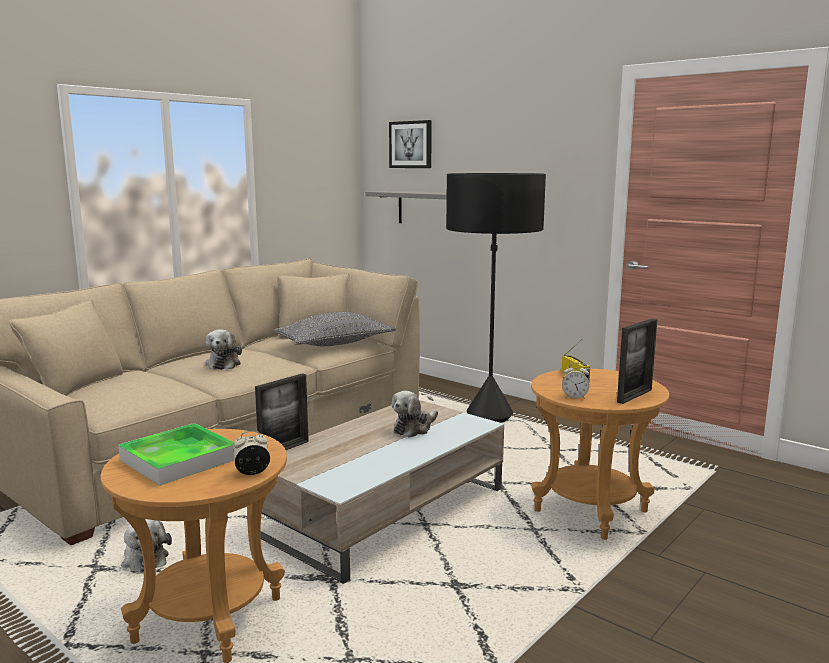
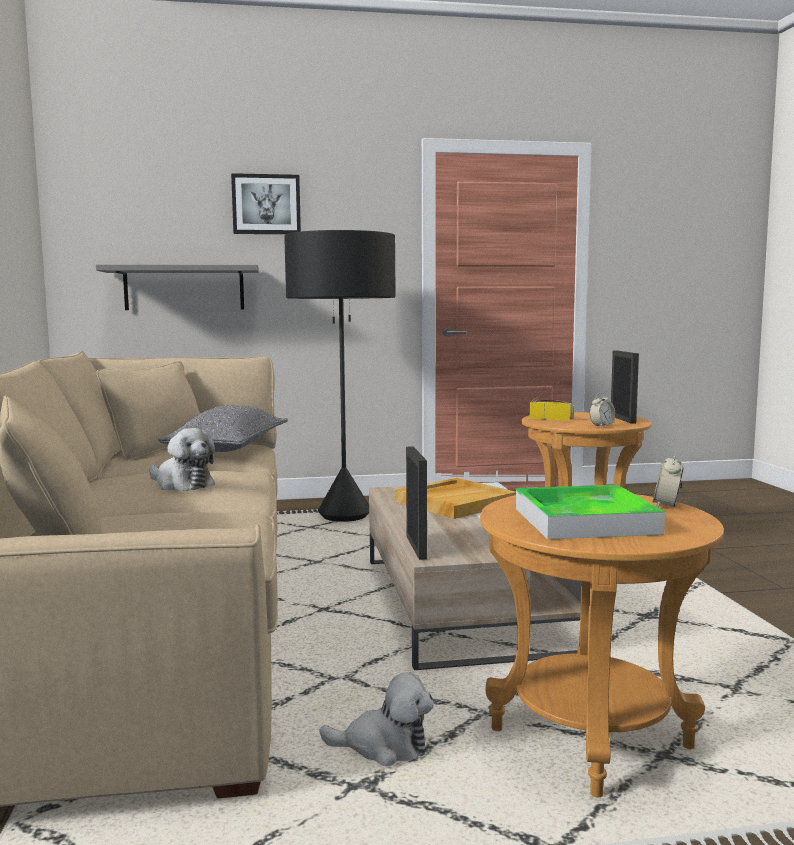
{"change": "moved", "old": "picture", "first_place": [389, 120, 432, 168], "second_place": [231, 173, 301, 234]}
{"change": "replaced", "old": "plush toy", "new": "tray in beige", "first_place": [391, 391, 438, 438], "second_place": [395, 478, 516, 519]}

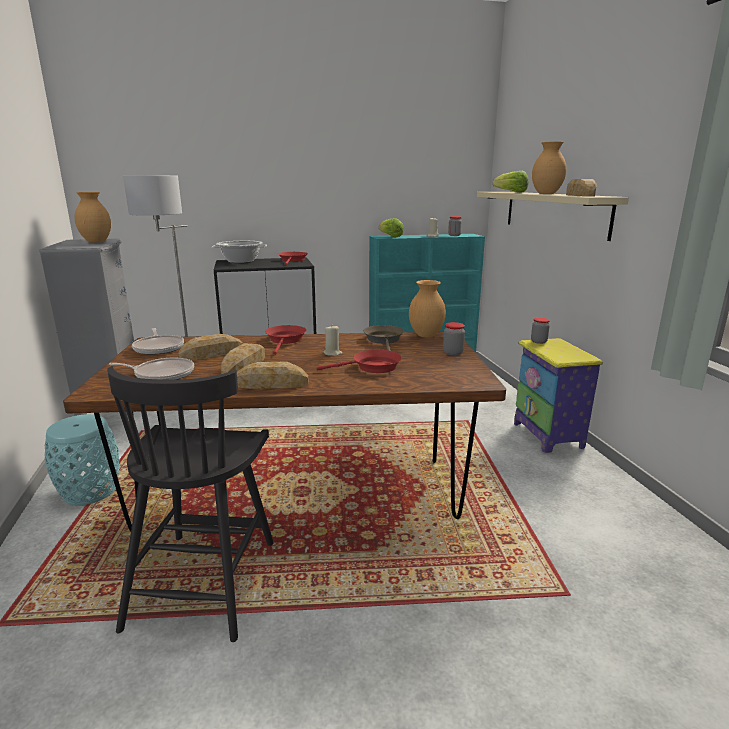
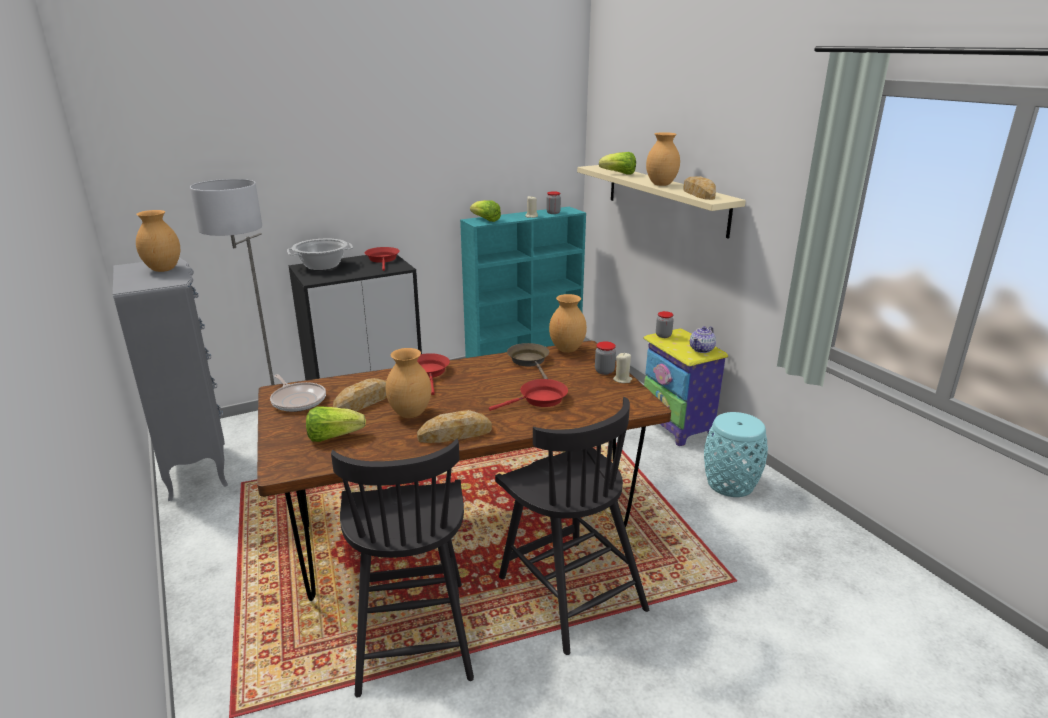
{"change": "moved", "old": "candle in beige", "first_place": [324, 326, 342, 356], "second_place": [613, 353, 632, 383]}
{"change": "replaced", "old": "bread", "new": "vase in brown", "first_place": [221, 343, 265, 374], "second_place": [386, 348, 431, 418]}
{"change": "replaced", "old": "frying pan", "new": "lettuce", "first_place": [109, 358, 194, 380], "second_place": [306, 406, 366, 442]}
{"change": "moved", "old": "stool in turquoise", "first_place": [45, 414, 119, 506], "second_place": [704, 412, 768, 497]}
{"change": "added", "new": "teapot", "second_place": [690, 326, 716, 353]}
{"change": "added", "new": "chair in black", "second_place": [495, 397, 649, 655]}

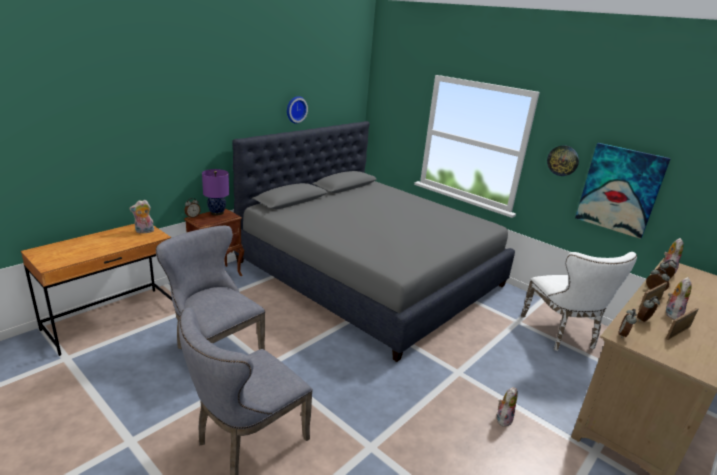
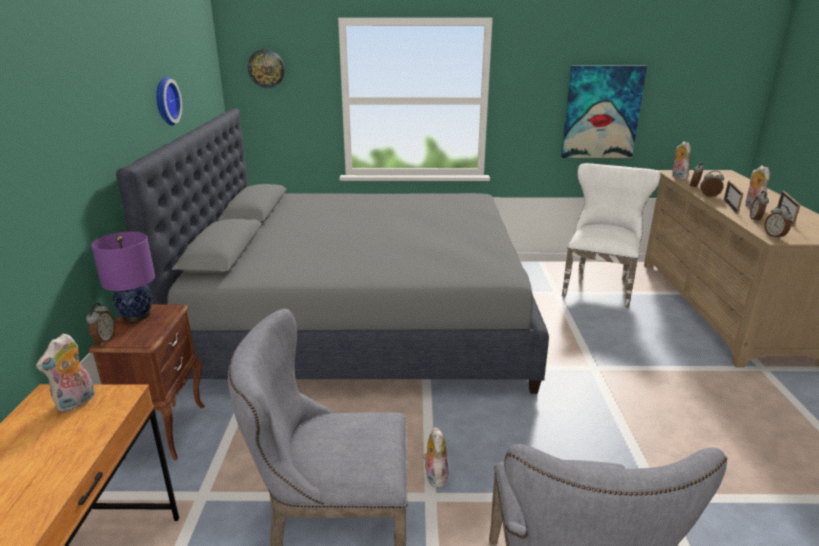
{"change": "moved", "old": "wall clock", "first_place": [547, 145, 579, 176], "second_place": [248, 49, 285, 88]}
{"change": "turned", "old": "chair in white", "first_place": [521, 252, 637, 351], "second_place": [562, 163, 661, 308], "degrees": -105}
{"change": "moved", "old": "plush toy", "first_place": [497, 387, 518, 427], "second_place": [422, 427, 448, 488]}

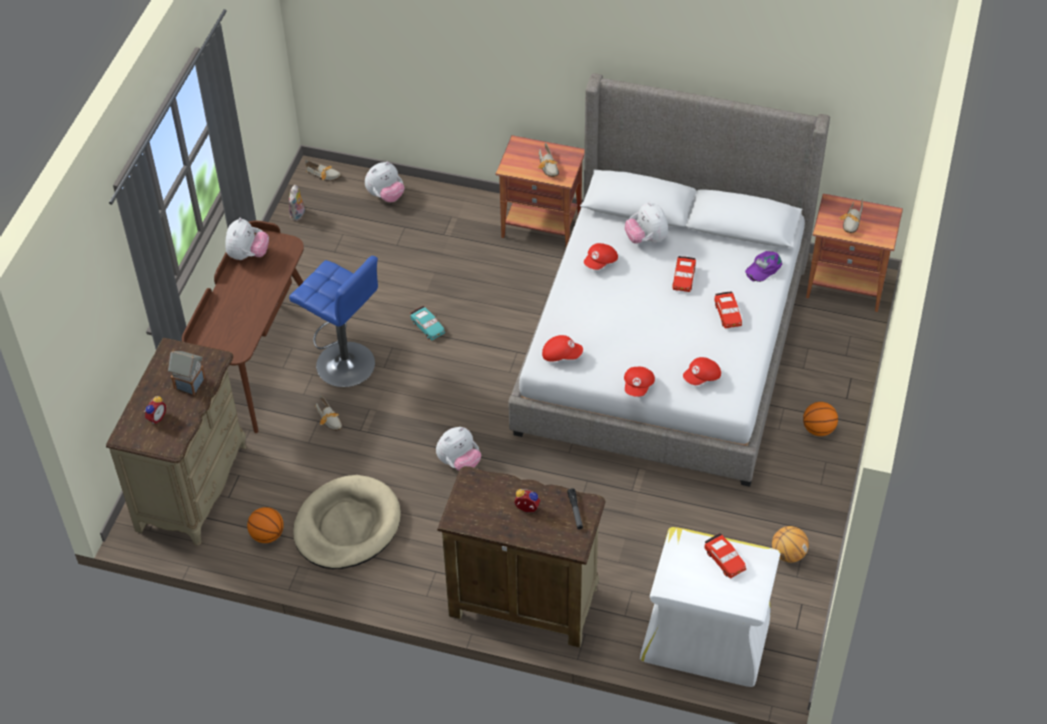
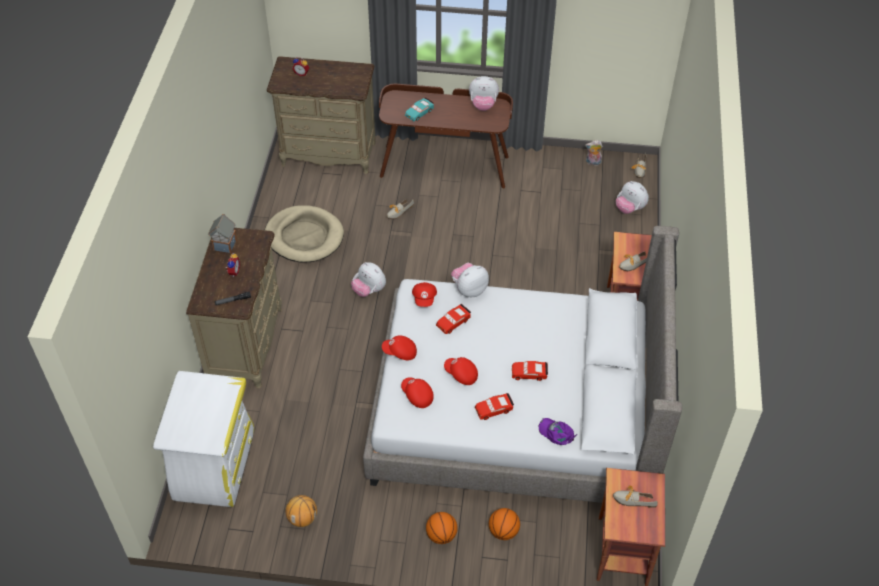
{"change": "moved", "old": "plush toy", "first_place": [625, 202, 668, 244], "second_place": [451, 263, 489, 297]}
{"change": "moved", "old": "cap in red", "first_place": [584, 243, 618, 270], "second_place": [444, 357, 478, 385]}
{"change": "removed", "old": "stool in blue", "first_place": [289, 256, 378, 387]}
{"change": "moved", "old": "toy car in turquoise", "first_place": [410, 306, 445, 340], "second_place": [405, 97, 434, 121]}
{"change": "moved", "old": "toy house", "first_place": [168, 349, 205, 395], "second_place": [208, 214, 237, 253]}
{"change": "moved", "old": "basketball", "first_place": [247, 507, 284, 543], "second_place": [489, 508, 520, 540]}
{"change": "moved", "old": "toy car in red", "first_place": [705, 533, 746, 579], "second_place": [436, 304, 471, 334]}

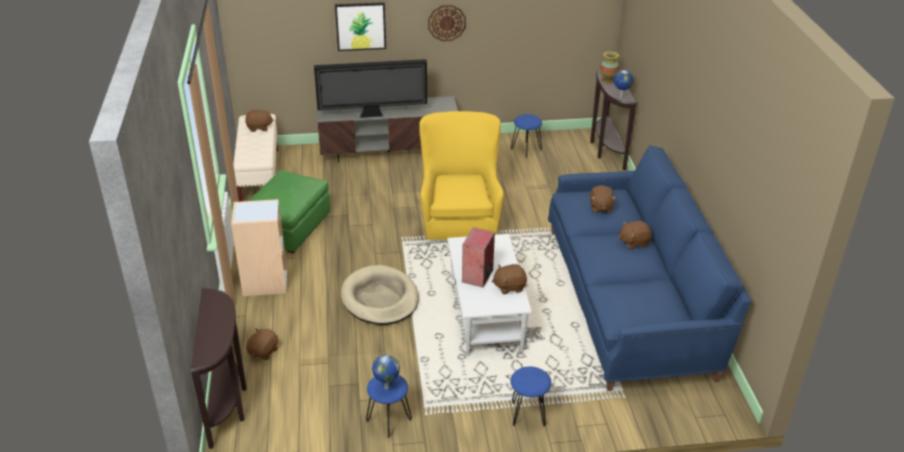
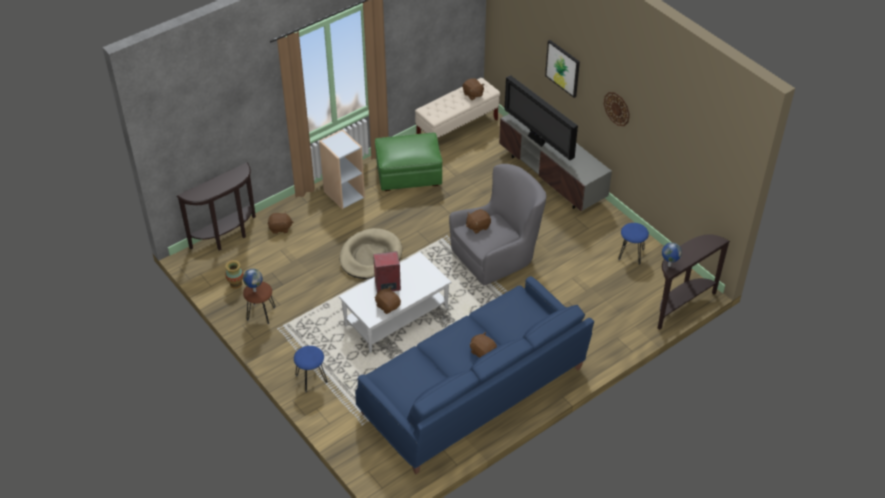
{"change": "moved", "old": "vase", "first_place": [600, 51, 619, 83], "second_place": [225, 260, 244, 289]}
{"change": "recoloured", "old": "armchair in yellow", "new": "armchair in grey", "first_place": [419, 111, 504, 240], "second_place": [449, 164, 546, 285]}
{"change": "moved", "old": "plush toy in brown", "first_place": [590, 185, 616, 213], "second_place": [466, 209, 491, 233]}
{"change": "recoloured", "old": "stool in blue", "new": "stool in brown", "first_place": [366, 375, 412, 438], "second_place": [243, 282, 276, 324]}

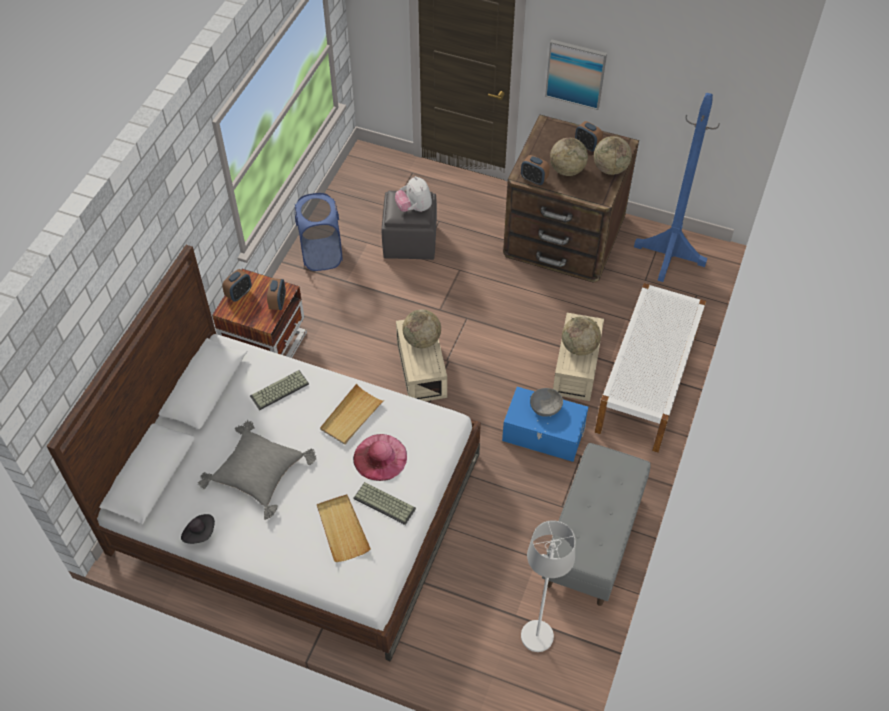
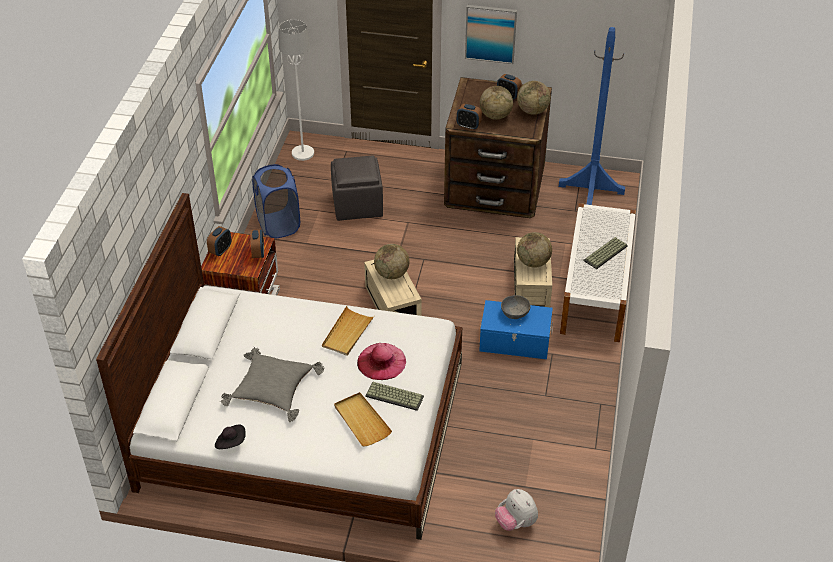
{"change": "moved", "old": "plush toy", "first_place": [395, 176, 432, 212], "second_place": [495, 489, 538, 531]}
{"change": "moved", "old": "keyboard", "first_place": [250, 370, 309, 410], "second_place": [583, 237, 628, 269]}
{"change": "removed", "old": "bench in grey", "first_place": [542, 443, 651, 606]}
{"change": "moved", "old": "floor lamp in white", "first_place": [521, 520, 575, 652], "second_place": [279, 19, 314, 161]}

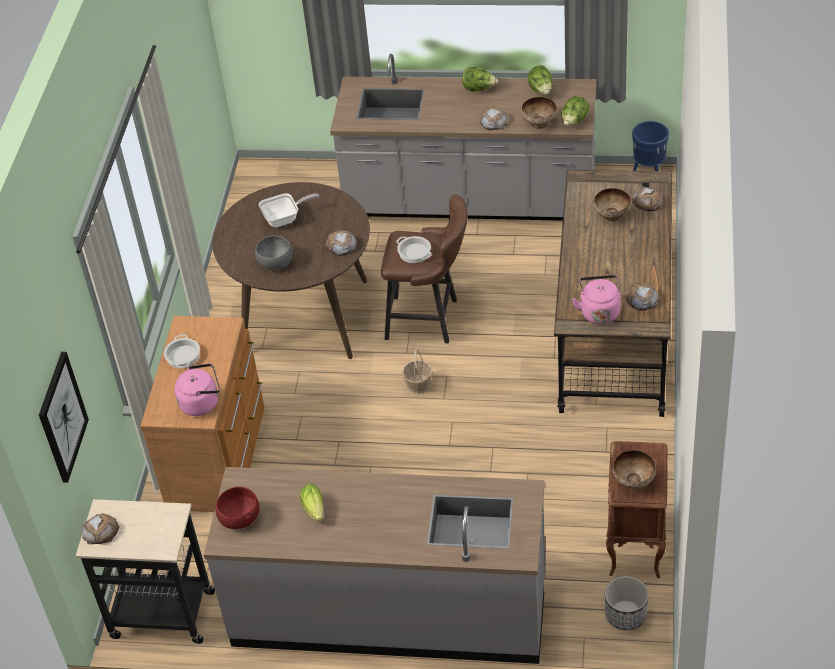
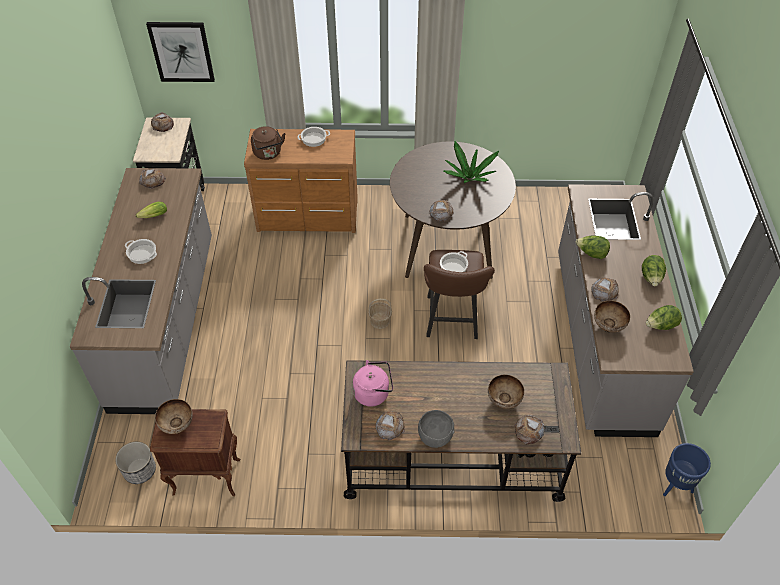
{"change": "moved", "old": "lettuce", "first_place": [561, 96, 589, 126], "second_place": [576, 236, 610, 259]}
{"change": "replaced", "old": "frying pan", "new": "potted plant", "first_place": [259, 193, 319, 227], "second_place": [443, 141, 499, 183]}
{"change": "moved", "old": "bowl in grey", "first_place": [255, 235, 293, 270], "second_place": [418, 410, 455, 448]}
{"change": "recoloured", "old": "kettle in pink", "new": "kettle in brown", "first_place": [174, 363, 220, 416], "second_place": [251, 126, 285, 160]}
{"change": "replaced", "old": "bowl in red", "new": "bread", "first_place": [215, 487, 260, 529], "second_place": [139, 169, 166, 189]}
{"change": "added", "new": "cooking pot", "second_place": [125, 239, 157, 264]}

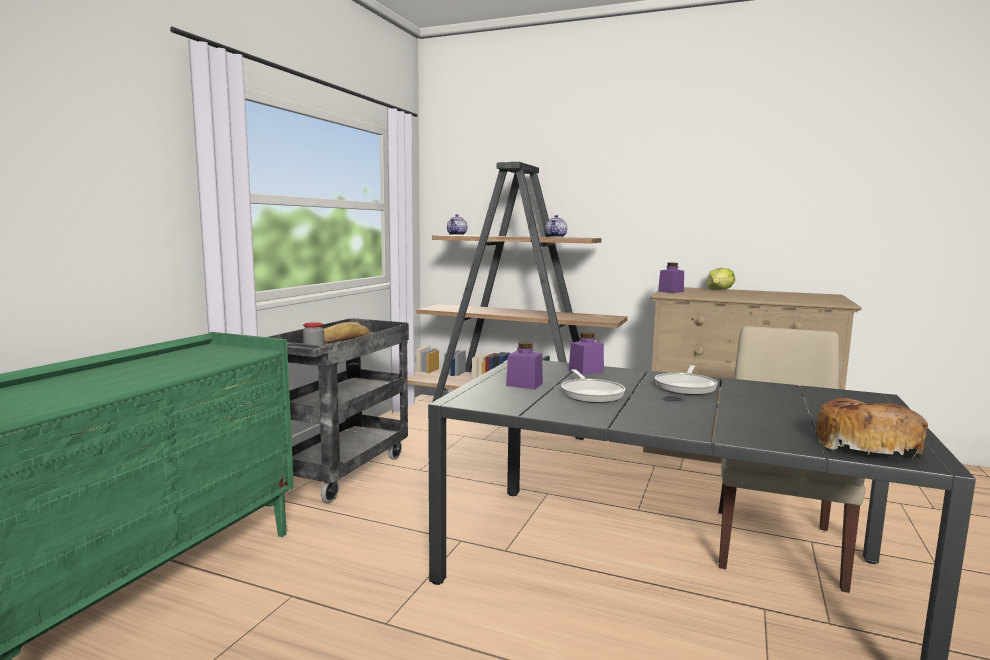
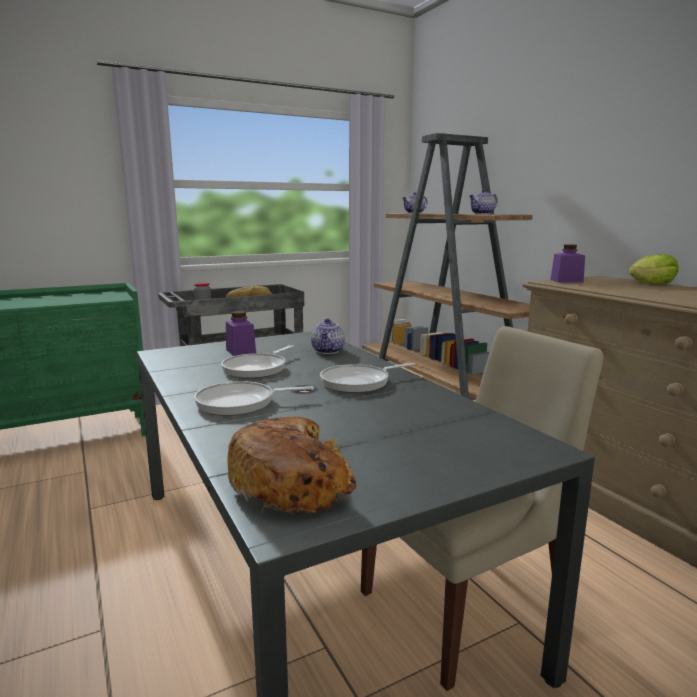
{"change": "replaced", "old": "jar in purple", "new": "teapot", "first_place": [568, 332, 604, 375], "second_place": [311, 318, 345, 354]}
{"change": "added", "new": "frying pan", "second_place": [194, 381, 314, 416]}

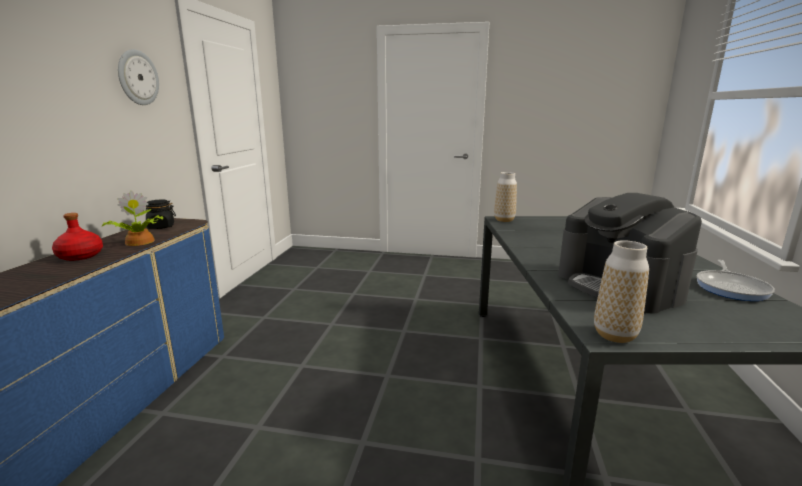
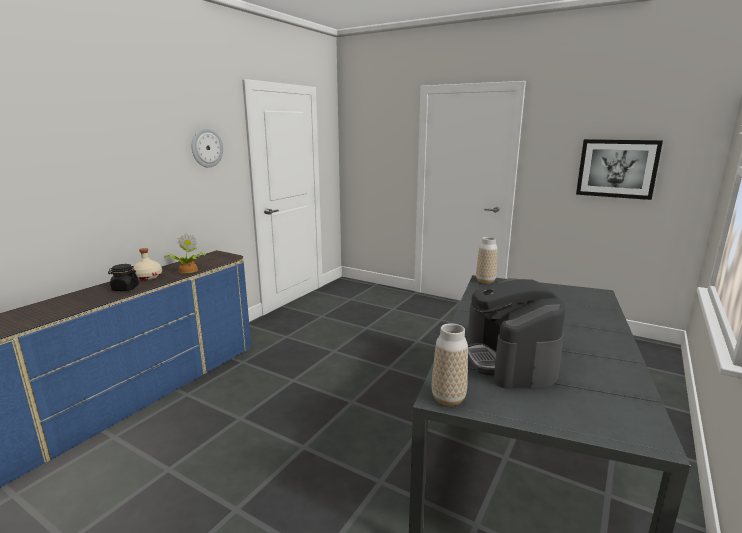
{"change": "moved", "old": "jar in black", "first_place": [145, 199, 176, 229], "second_place": [108, 264, 139, 291]}
{"change": "recoloured", "old": "bottle in red", "new": "bottle in beige", "first_place": [52, 213, 103, 261], "second_place": [132, 248, 162, 280]}
{"change": "removed", "old": "frying pan", "first_place": [696, 260, 775, 301]}
{"change": "added", "new": "picture", "second_place": [576, 139, 663, 200]}

